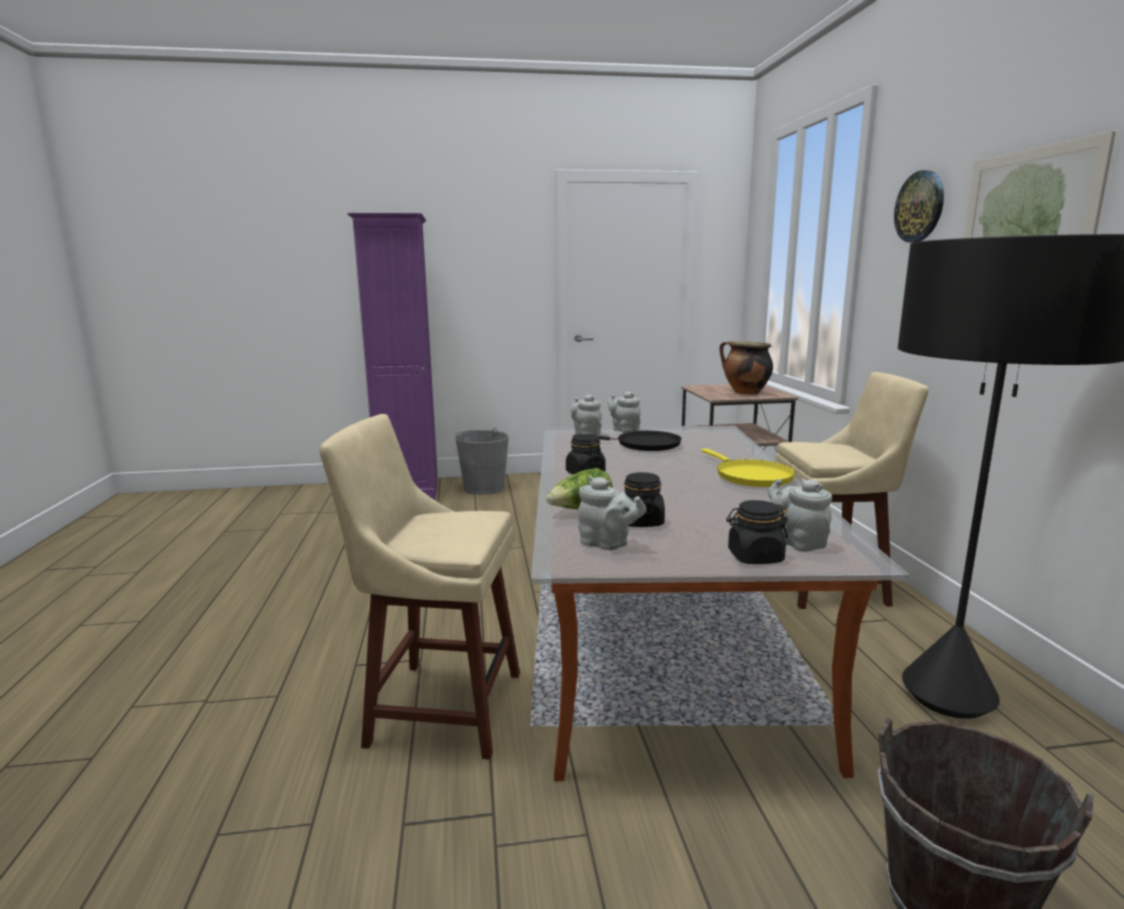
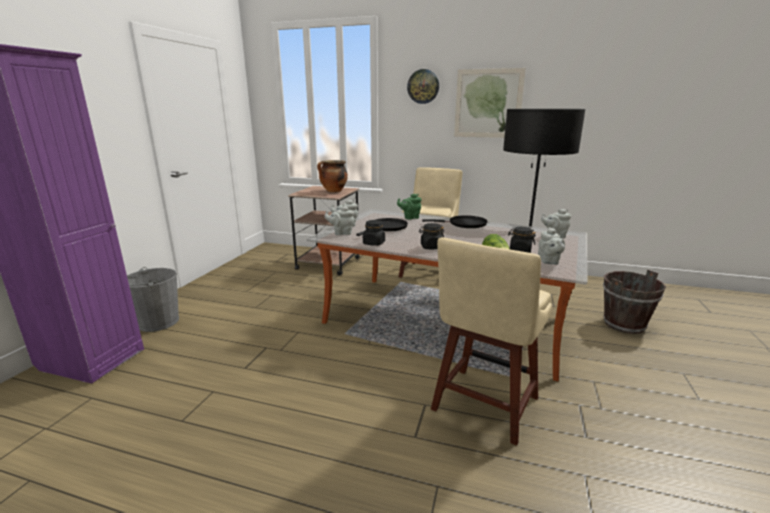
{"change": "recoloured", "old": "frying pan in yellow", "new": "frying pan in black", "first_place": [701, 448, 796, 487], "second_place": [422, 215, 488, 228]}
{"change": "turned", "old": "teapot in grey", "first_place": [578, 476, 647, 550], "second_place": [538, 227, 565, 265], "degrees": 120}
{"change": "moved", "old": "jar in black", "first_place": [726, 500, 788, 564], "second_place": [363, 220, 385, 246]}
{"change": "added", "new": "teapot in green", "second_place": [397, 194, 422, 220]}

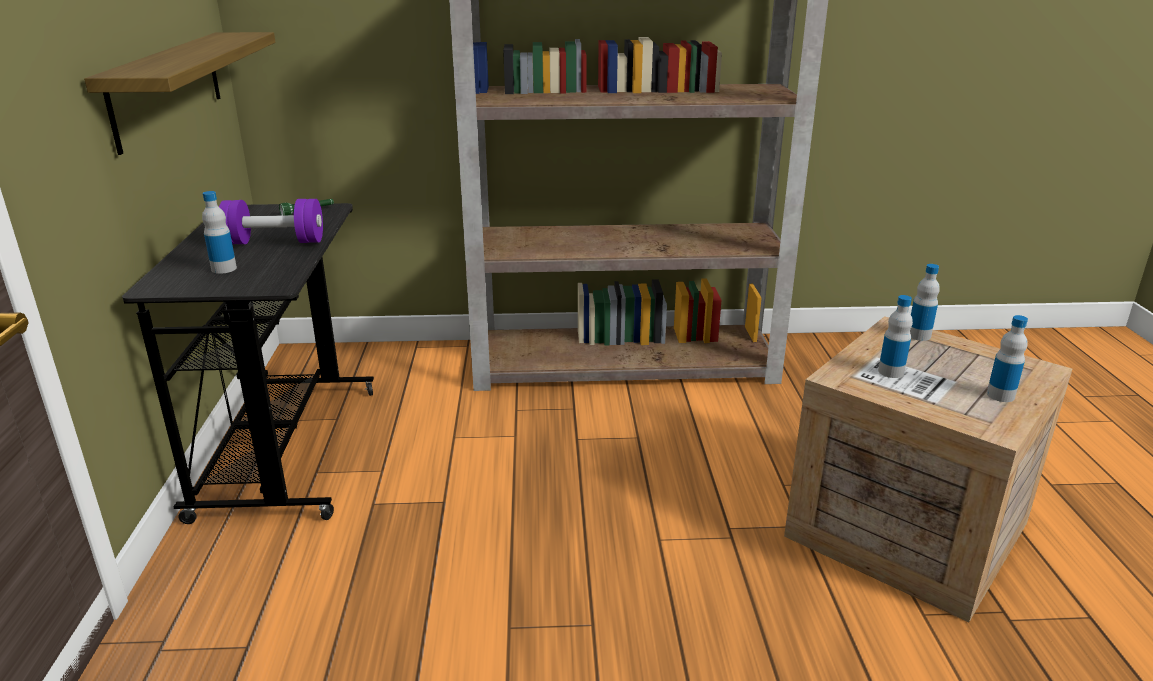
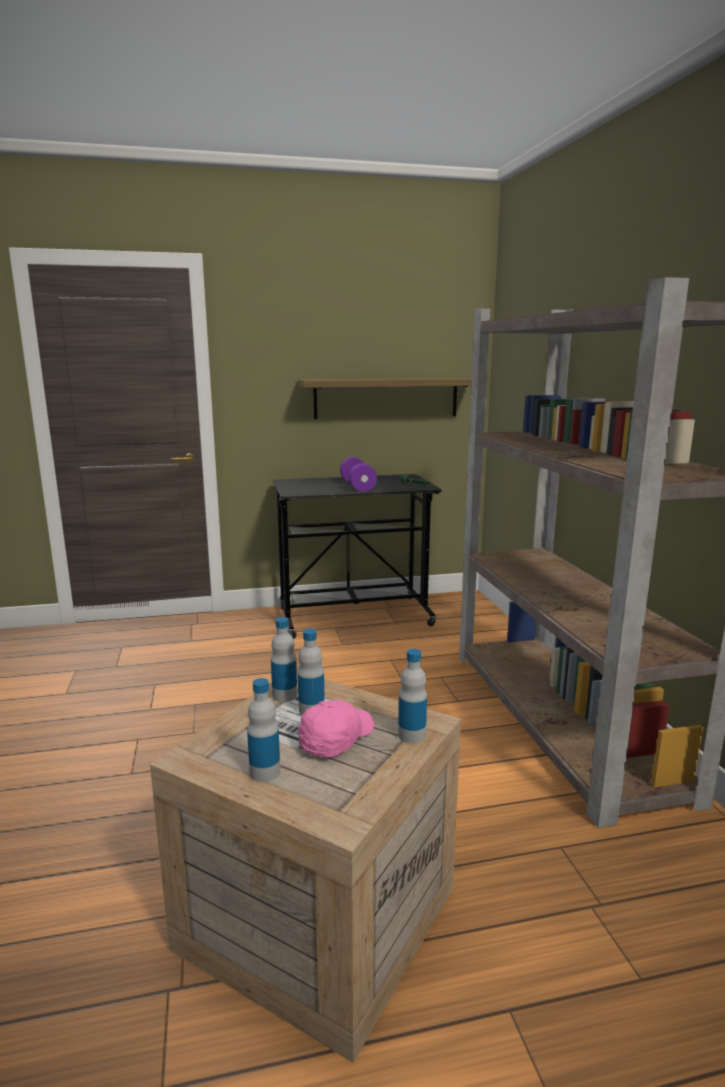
{"change": "moved", "old": "bottle", "first_place": [202, 191, 237, 274], "second_place": [271, 617, 297, 702]}
{"change": "added", "new": "cap in pink", "second_place": [299, 700, 374, 758]}

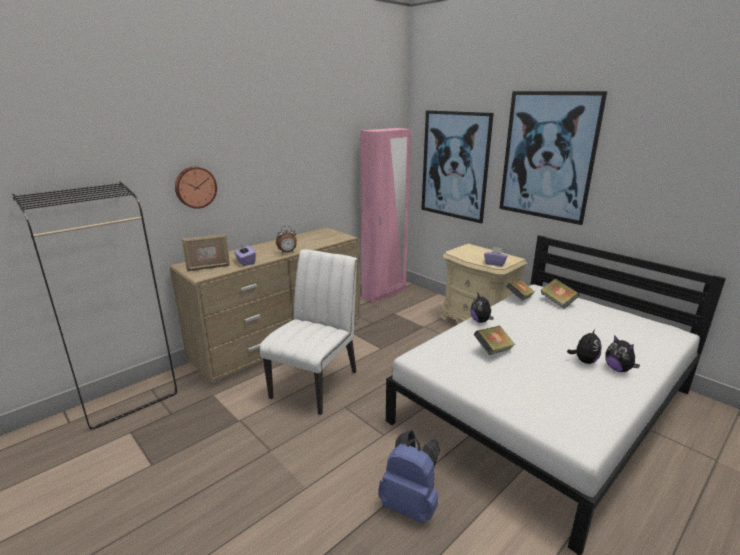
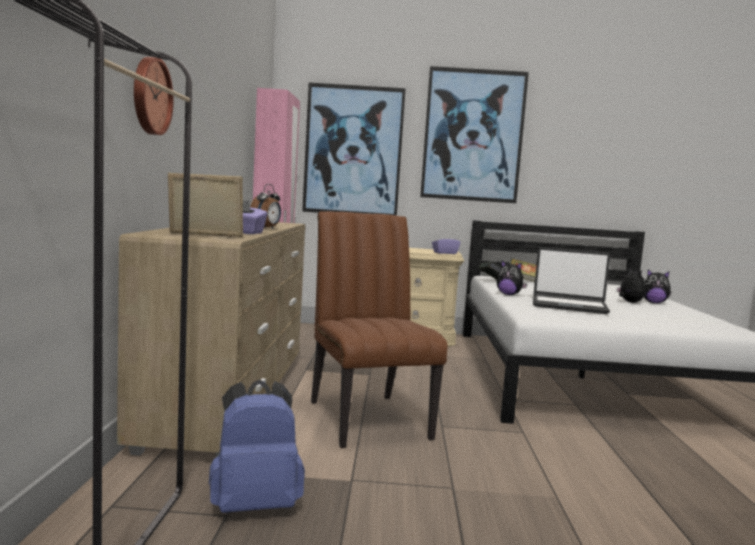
{"change": "turned", "old": "picture frame", "first_place": [182, 234, 230, 272], "second_place": [168, 172, 243, 237], "degrees": -105}
{"change": "recoloured", "old": "chair in white", "new": "chair in brown", "first_place": [260, 249, 358, 415], "second_place": [311, 211, 448, 448]}
{"change": "replaced", "old": "book", "new": "laptop", "first_place": [474, 326, 515, 355], "second_place": [533, 247, 610, 314]}
{"change": "moved", "old": "backpack in blue", "first_place": [379, 430, 440, 523], "second_place": [209, 380, 305, 513]}

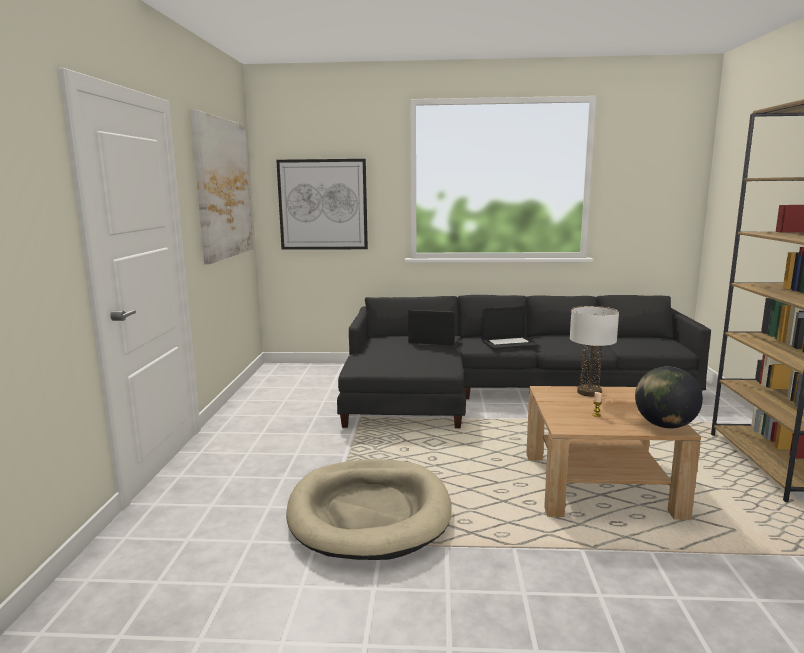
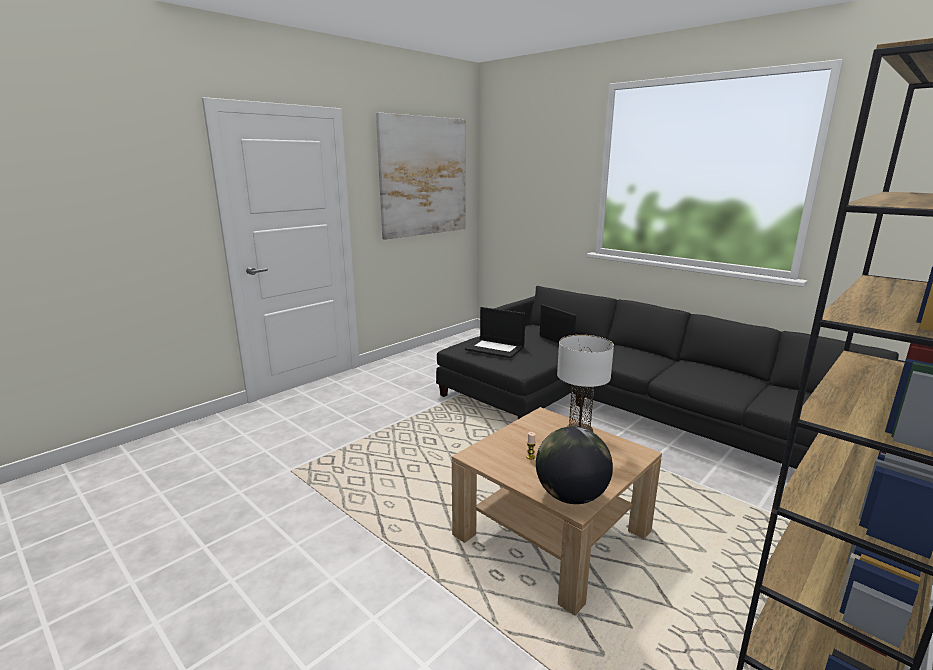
{"change": "removed", "old": "picture", "first_place": [276, 159, 368, 250]}
{"change": "moved", "old": "laptop", "first_place": [482, 306, 539, 350], "second_place": [465, 307, 525, 358]}
{"change": "removed", "old": "dog bed in beige", "first_place": [286, 459, 452, 560]}

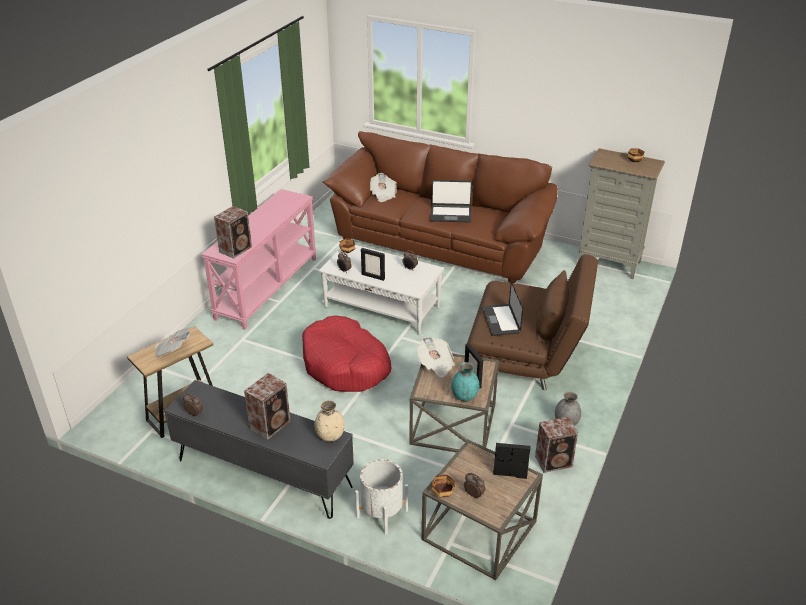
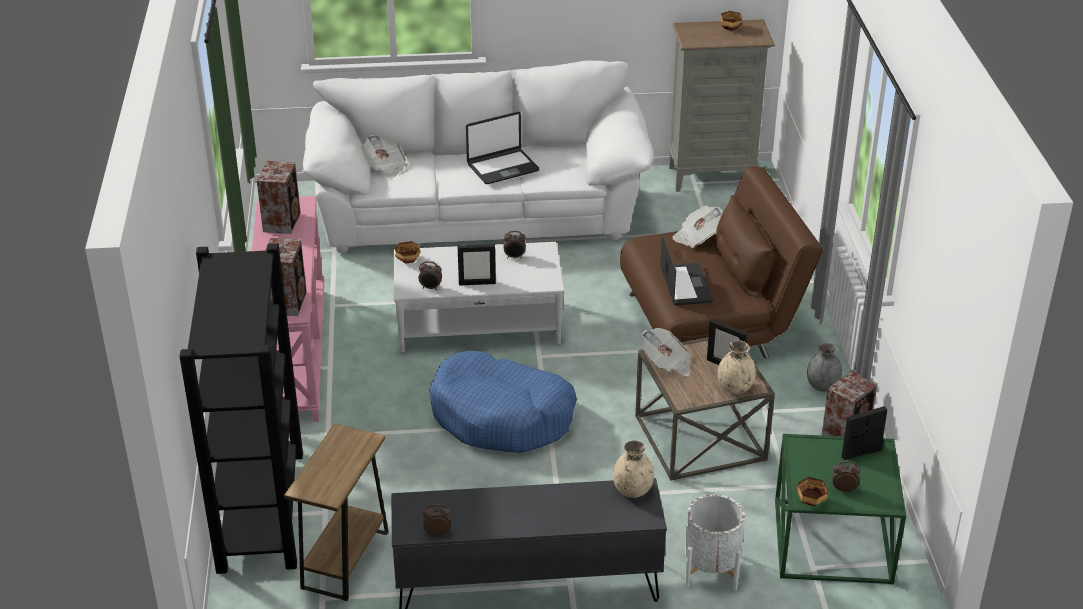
{"change": "recoloured", "old": "sofa in brown", "new": "sofa in white", "first_place": [323, 131, 558, 283], "second_place": [302, 61, 654, 253]}
{"change": "turned", "old": "laptop", "first_place": [482, 281, 523, 336], "second_place": [660, 234, 713, 305], "degrees": -150}
{"change": "recoloured", "old": "dog bed in red", "new": "dog bed in blue", "first_place": [302, 315, 391, 392], "second_place": [429, 351, 577, 453]}
{"change": "moved", "old": "newspaper", "first_place": [155, 328, 190, 358], "second_place": [673, 206, 723, 248]}
{"change": "recoloured", "old": "vase in turquoise", "new": "vase in beige", "first_place": [451, 362, 479, 402], "second_place": [718, 340, 756, 394]}
{"change": "moved", "old": "speaker", "first_place": [244, 373, 290, 440], "second_place": [257, 161, 301, 234]}
{"change": "recoloured", "old": "side table in brown", "new": "side table in green", "first_place": [422, 440, 543, 580], "second_place": [775, 434, 906, 584]}
{"change": "added", "new": "bookcase in black", "second_place": [180, 243, 303, 574]}

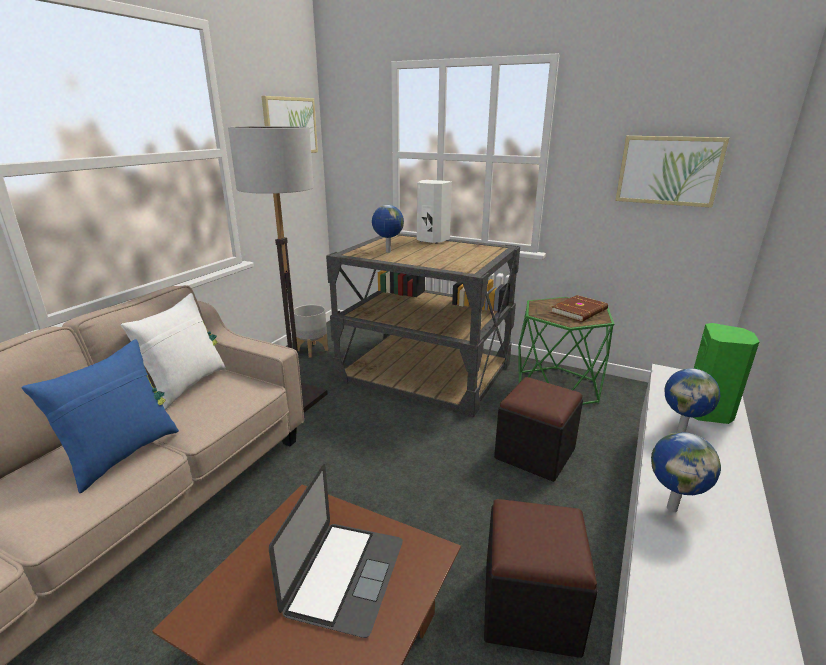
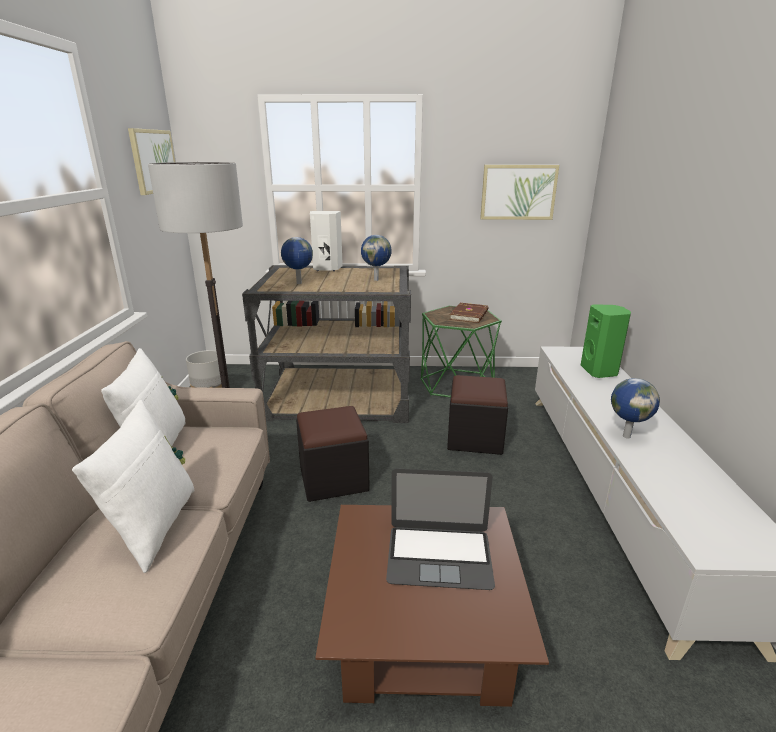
{"change": "recoloured", "old": "pillow in blue", "new": "pillow in white", "first_place": [22, 339, 179, 493], "second_place": [72, 400, 195, 573]}
{"change": "moved", "old": "globe", "first_place": [664, 368, 720, 432], "second_place": [361, 235, 392, 281]}
{"change": "turned", "old": "laptop", "first_place": [269, 464, 403, 638], "second_place": [386, 469, 495, 590], "degrees": 105}
{"change": "moved", "old": "ottoman in black", "first_place": [484, 499, 597, 658], "second_place": [296, 406, 370, 502]}

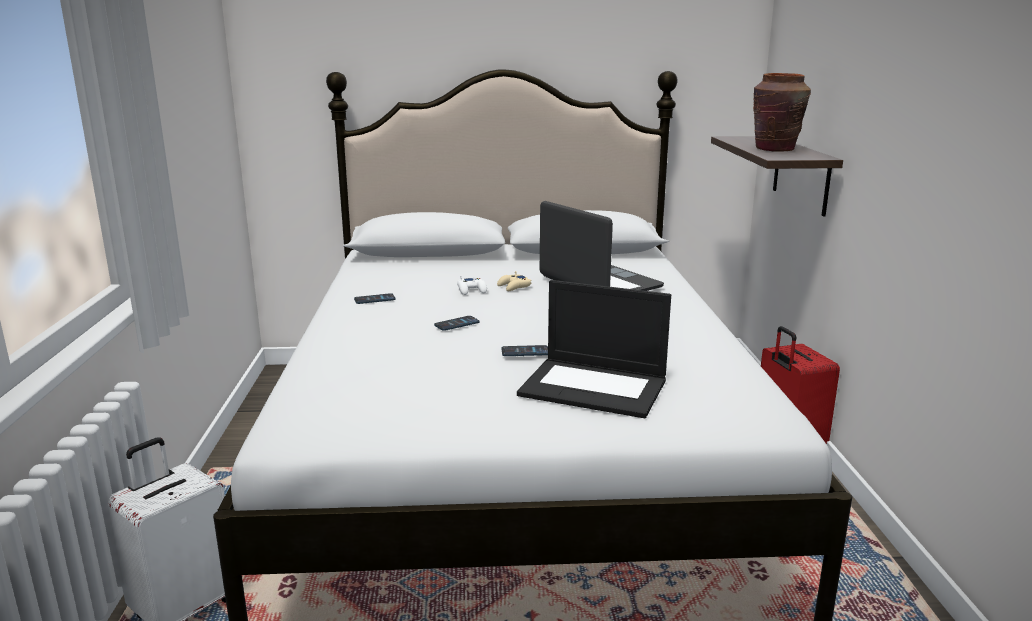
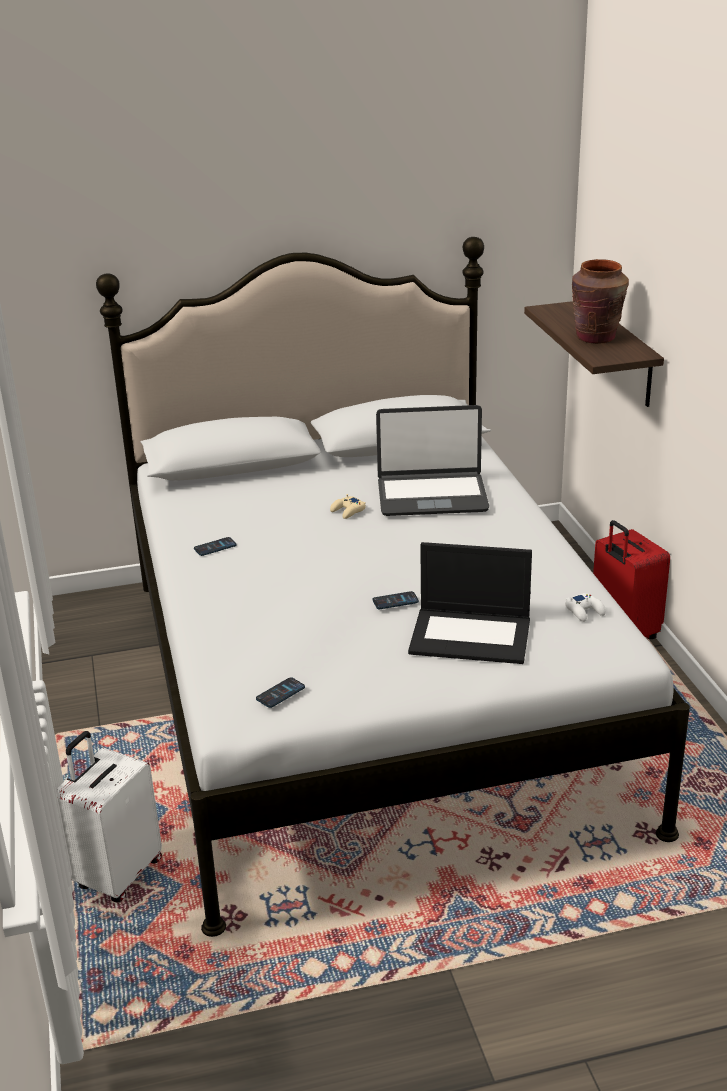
{"change": "turned", "old": "laptop", "first_place": [540, 201, 664, 291], "second_place": [376, 405, 489, 516], "degrees": 135}
{"change": "moved", "old": "game controller in white", "first_place": [457, 277, 487, 295], "second_place": [565, 593, 606, 622]}
{"change": "moved", "old": "phone", "first_place": [434, 316, 480, 331], "second_place": [256, 677, 305, 708]}

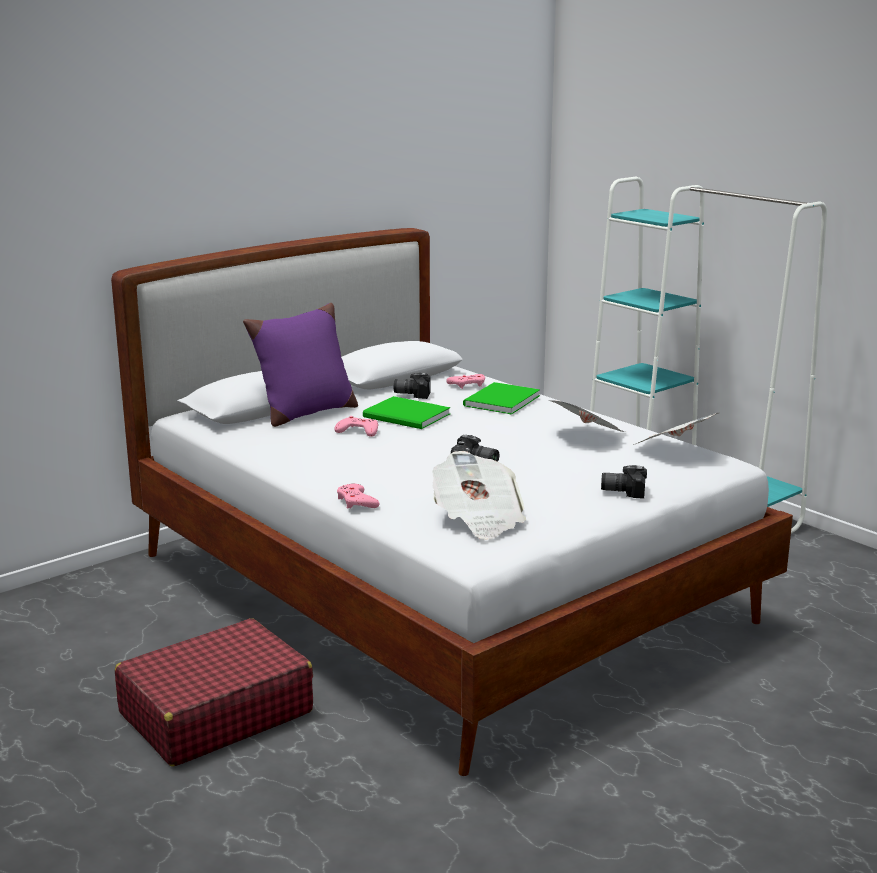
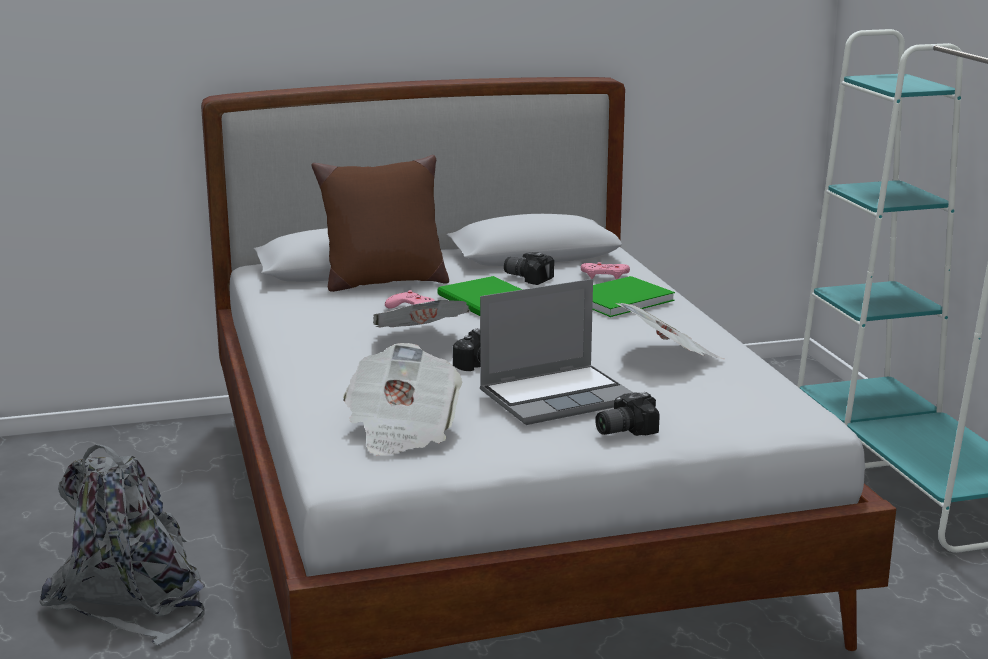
{"change": "recoloured", "old": "pillow in purple", "new": "pillow in brown", "first_place": [243, 303, 358, 427], "second_place": [312, 155, 449, 292]}
{"change": "moved", "old": "newspaper", "first_place": [633, 413, 719, 445], "second_place": [373, 300, 470, 327]}
{"change": "turned", "old": "photo camera", "first_place": [601, 465, 647, 499], "second_place": [595, 392, 660, 436], "degrees": -60}
{"change": "removed", "old": "game controller in pink", "first_place": [337, 483, 380, 509]}
{"change": "replaced", "old": "suitcase in red", "new": "backpack in grey", "first_place": [115, 618, 313, 767], "second_place": [39, 445, 205, 645]}
{"change": "added", "new": "laptop", "second_place": [480, 279, 634, 425]}

